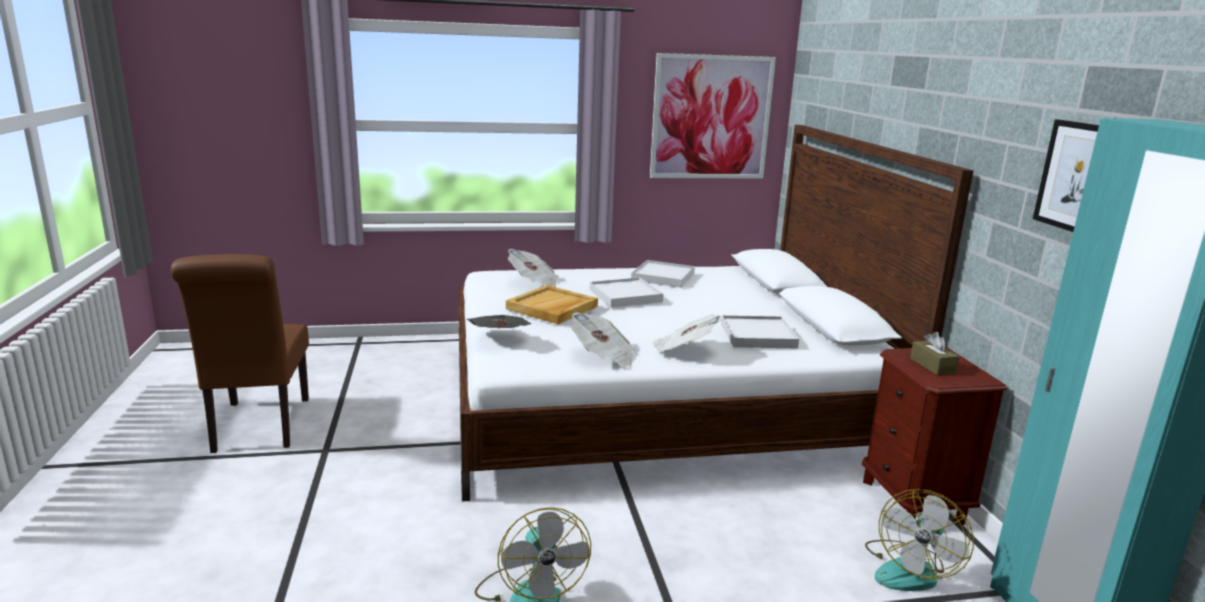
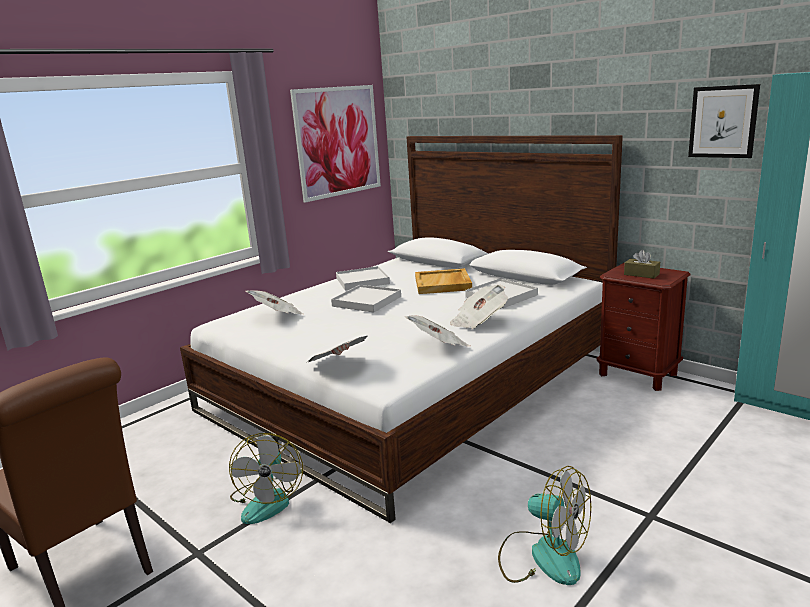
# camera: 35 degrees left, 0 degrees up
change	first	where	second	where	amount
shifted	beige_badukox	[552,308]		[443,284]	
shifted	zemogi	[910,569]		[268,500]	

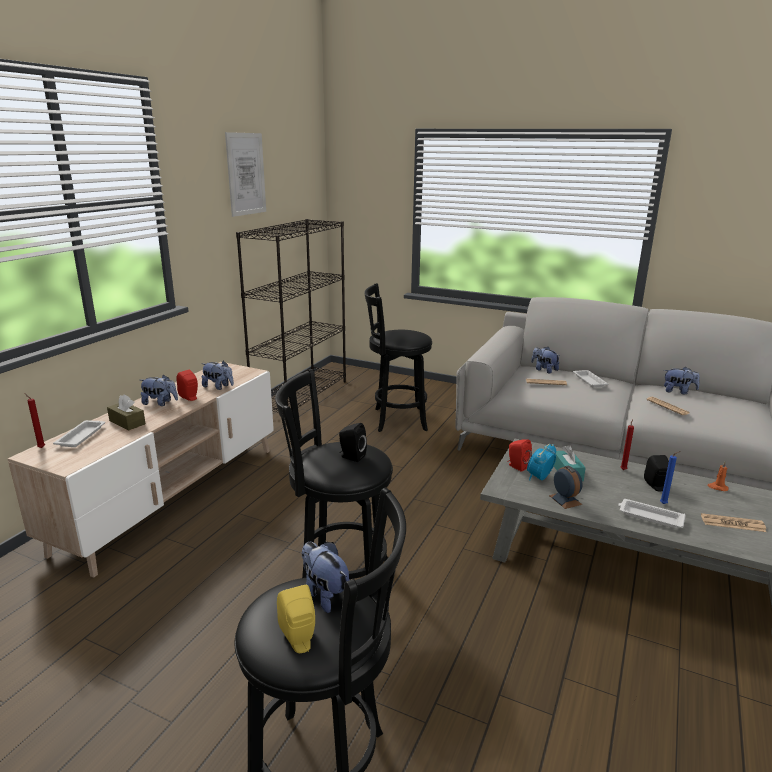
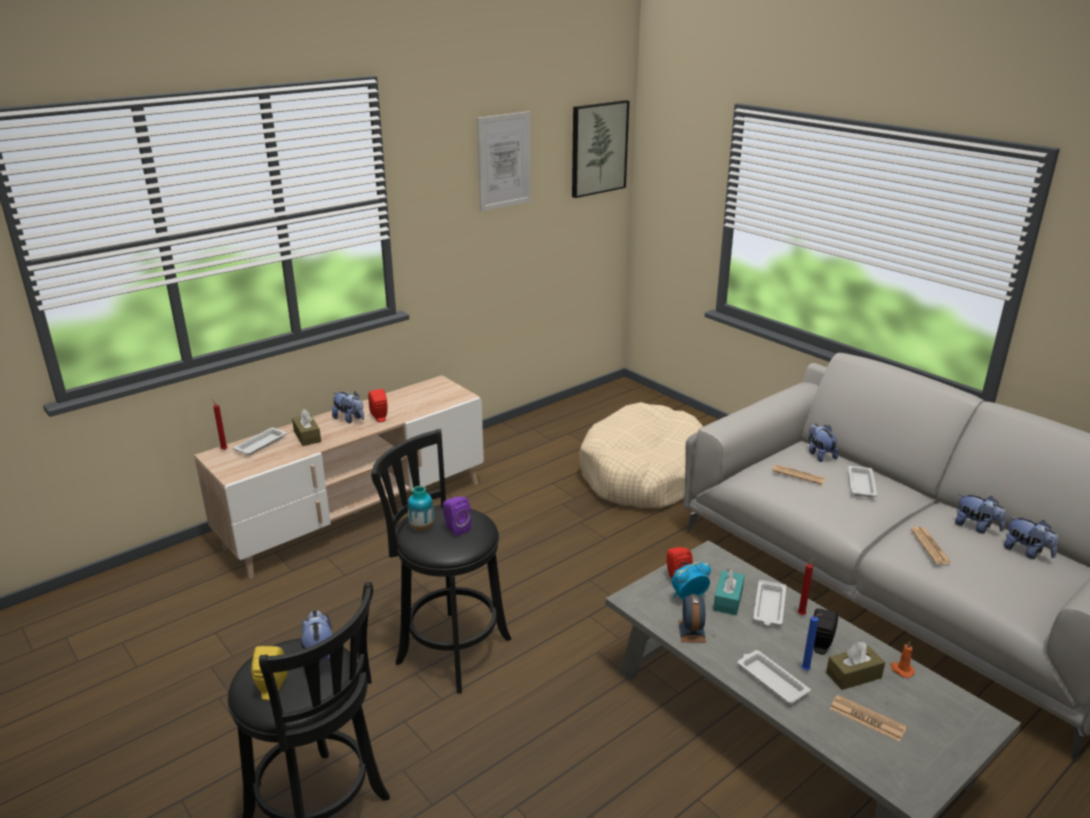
# camera: 25 degrees right, 5 degrees up
change	first	where	second	where	amount
shifted	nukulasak	[218,387]		[1026,552]	
gone	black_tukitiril	[301,395]			
repainted	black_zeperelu	[351,457]	purple_zeperelu	[456,528]	
swapped	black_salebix	[396,419]	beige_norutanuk	[644,474]	
new			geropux	[422,527]	
new			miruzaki	[598,148]	
new			white_badukox	[769,607]	
new			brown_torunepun	[853,675]	

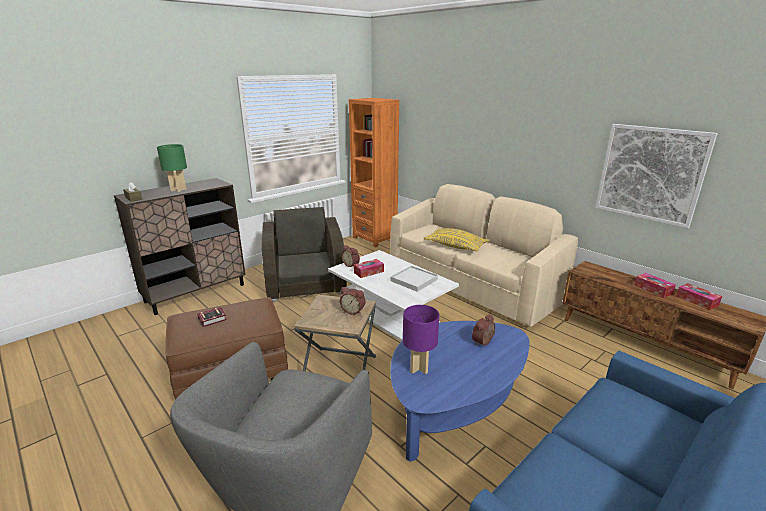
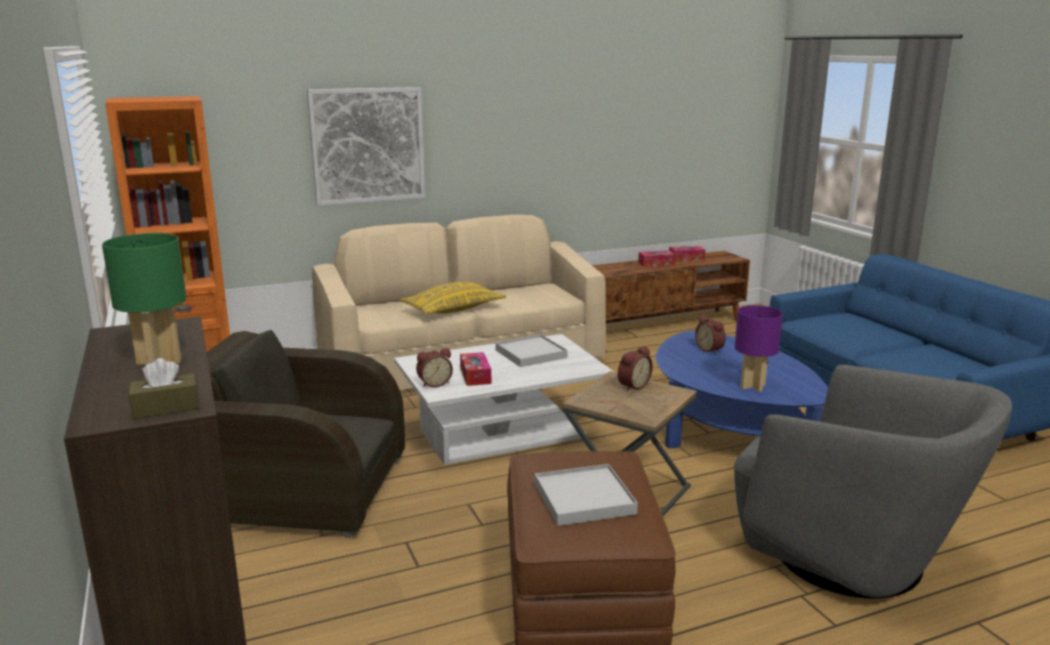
# camera: 70 degrees left, 5 degrees down
change	first	where	second	where	amount
swapped	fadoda	[214,319]	white_badukox	[584,498]	
shifted	miruzaki	[650,174]		[368,145]	

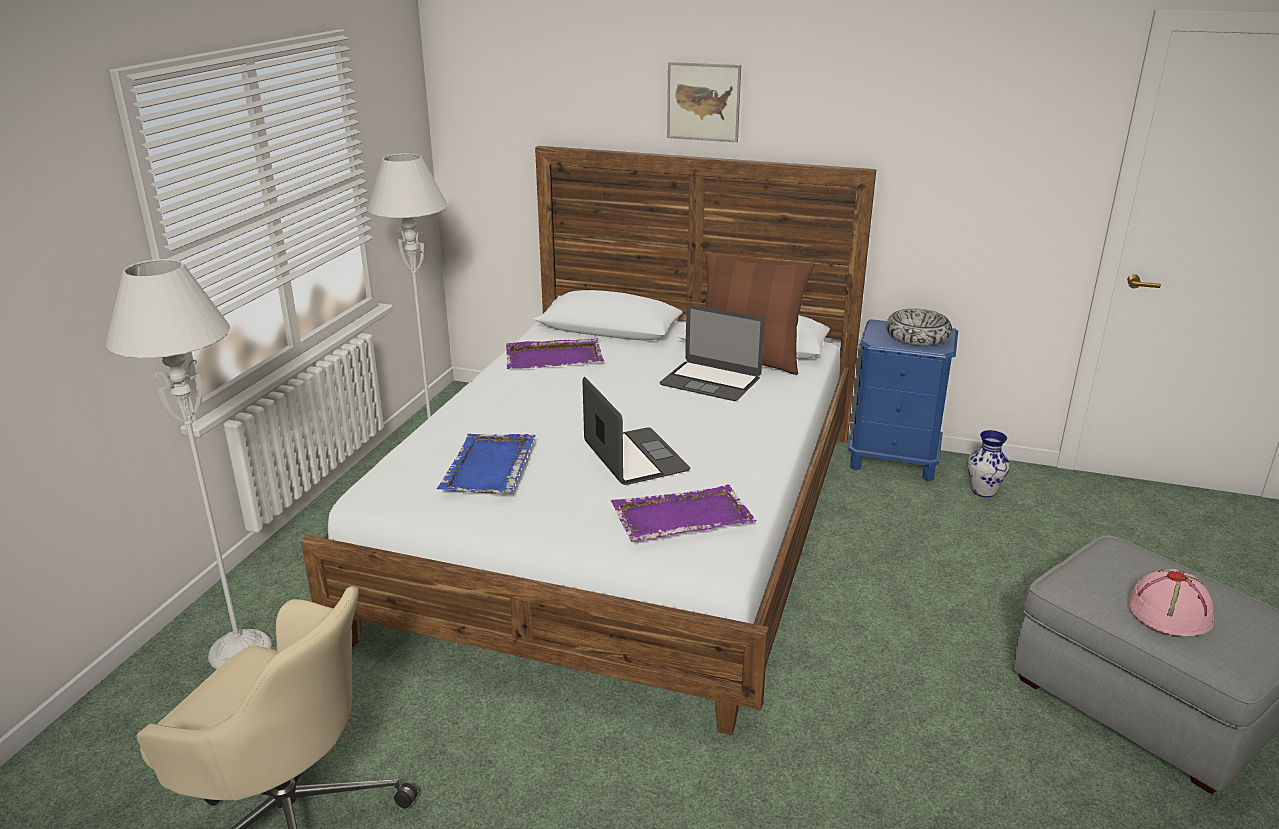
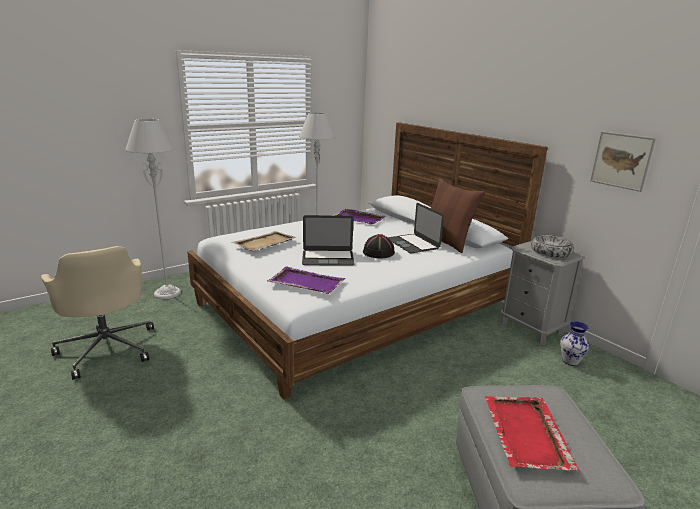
# camera: 35 degrees right, 5 degrees down
change	first	where	second	where	amount
repainted	blue_badukox	[488,467]	beige_badukox	[264,243]	
rotated	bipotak	[635,457]		[328,258]	75 degrees clockwise
shifted	miruzaki	[703,102]		[621,160]	
repainted	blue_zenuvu	[893,461]	grey_zenuvu	[531,329]	
swapped	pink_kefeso	[1169,612]	red_badukox	[526,434]	
new			black_kefeso	[378,253]	

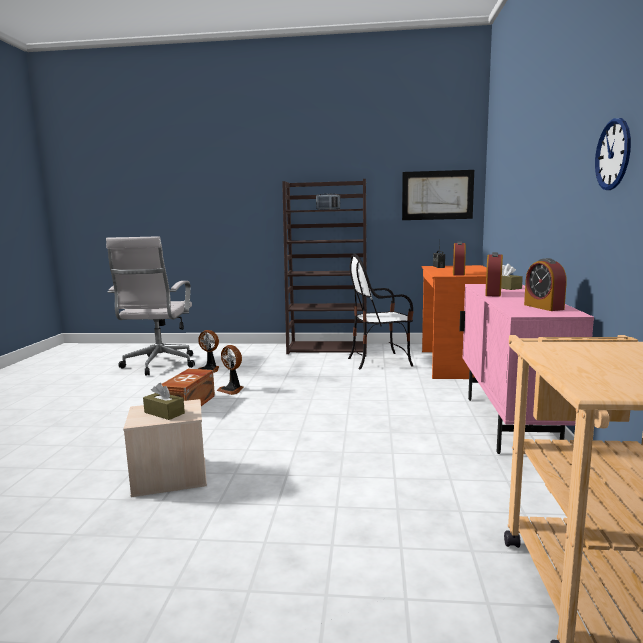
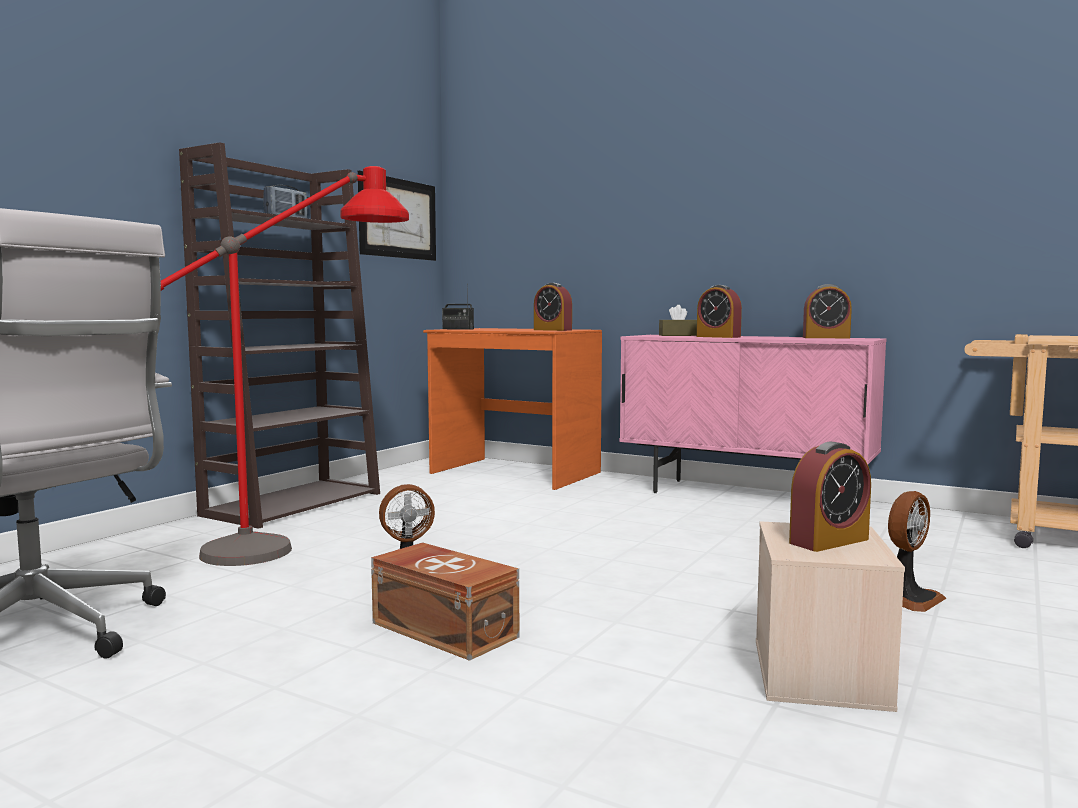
# camera: 65 degrees left, 5 degrees down
change	first	where	second	where	amount
swapped	brown_torunepun	[164,413]	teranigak	[829,541]	
shifted	zemogi	[210,369]		[909,599]	
gone	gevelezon	[380,361]			
gone	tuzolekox	[613,154]			
new			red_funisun	[305,540]	

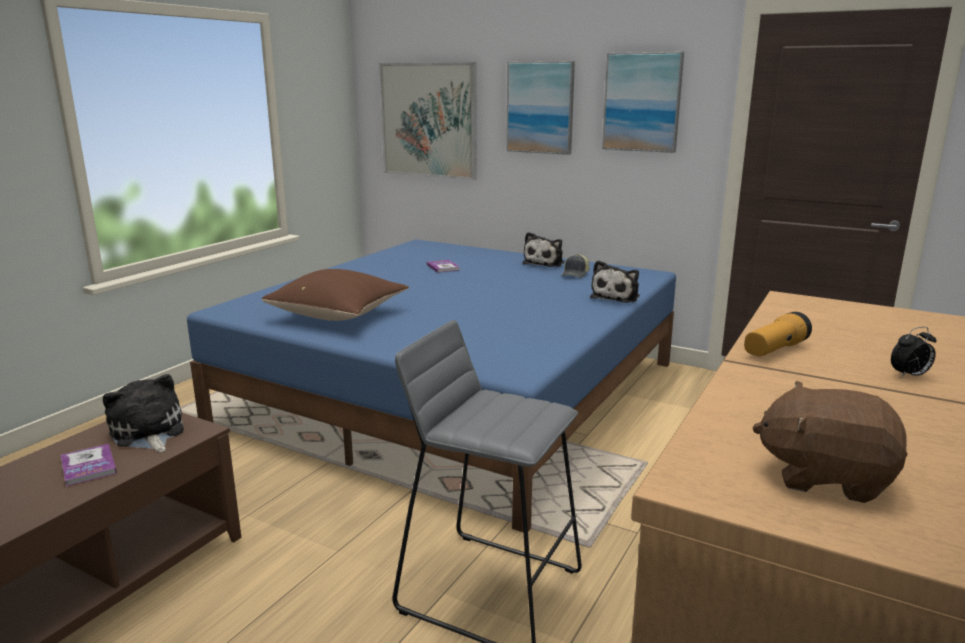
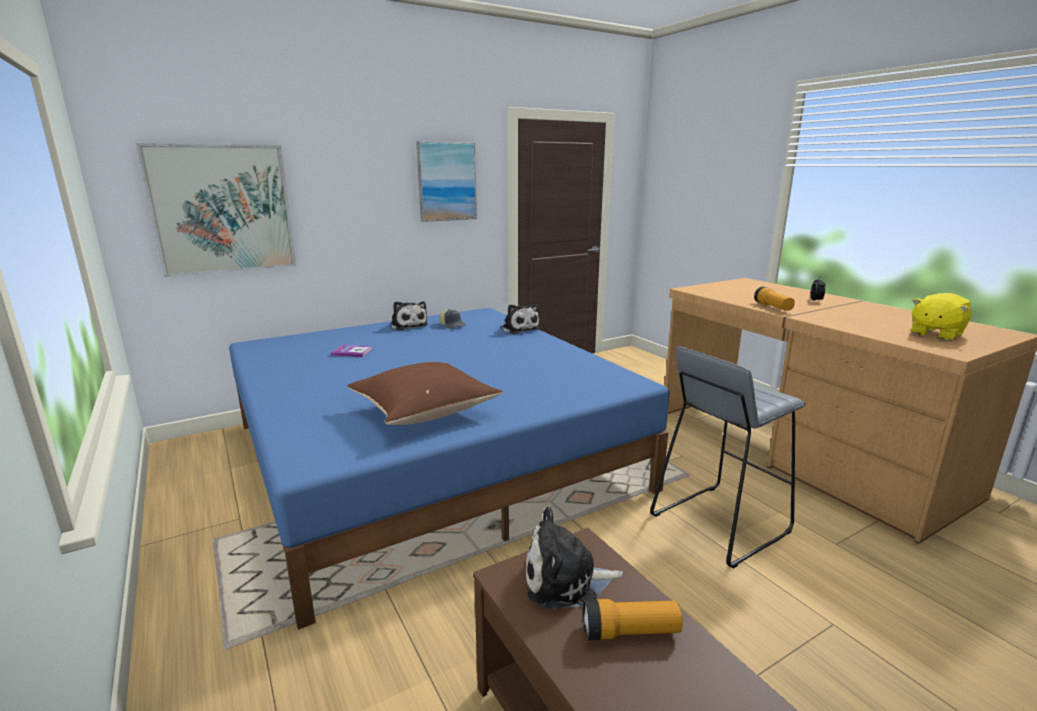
# camera: 60 degrees left, 0 degrees up
change	first	where	second	where	amount
swapped	fadoda	[88,466]	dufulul	[630,632]	
gone	miruzaki	[540,107]			
repainted	brown_nukulasak	[825,476]	yellow_nukulasak	[935,334]	

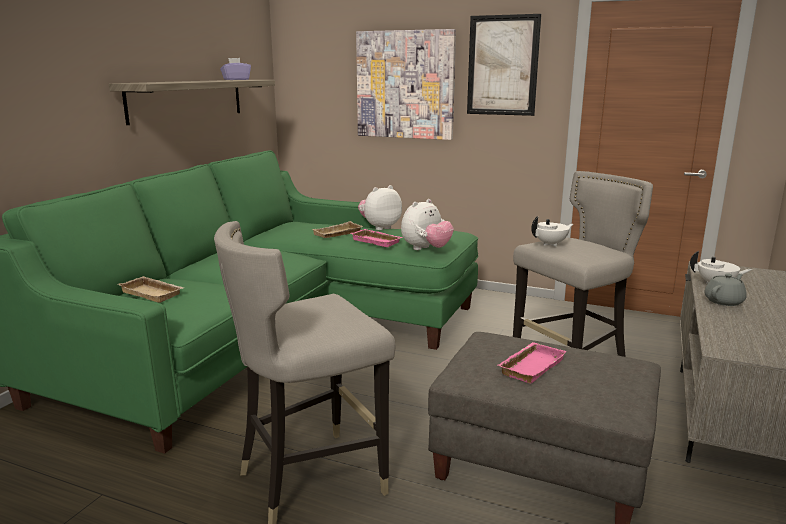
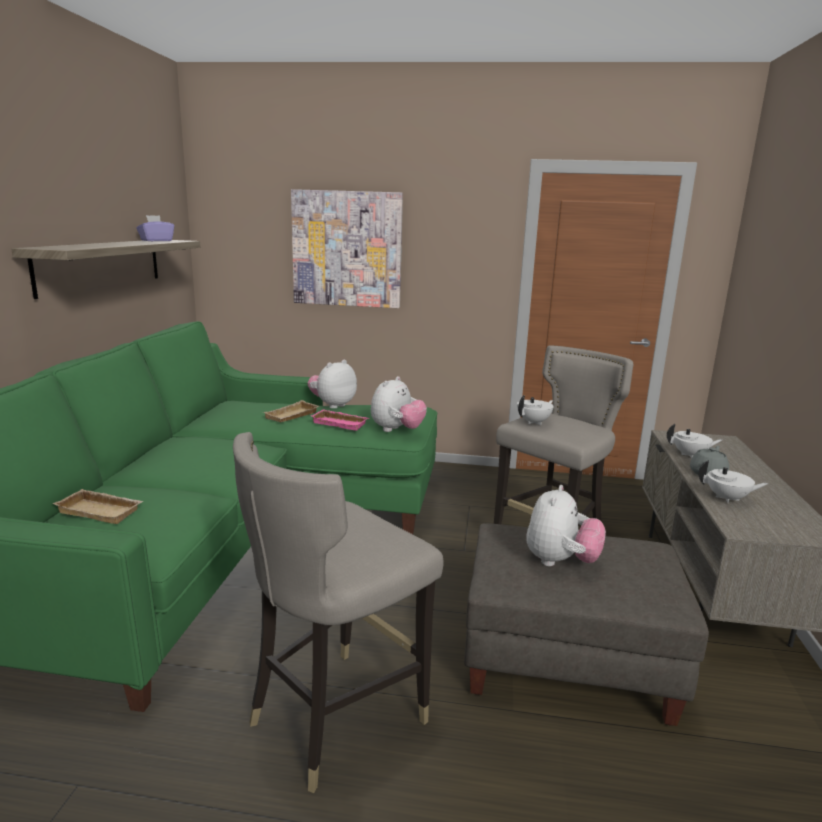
# camera: 15 degrees left, 0 degrees up
change	first	where	second	where	amount
gone	miruzaki	[502,65]			
swapped	pink_badukox	[530,366]	nukulasak	[560,562]	
new			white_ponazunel	[727,498]	

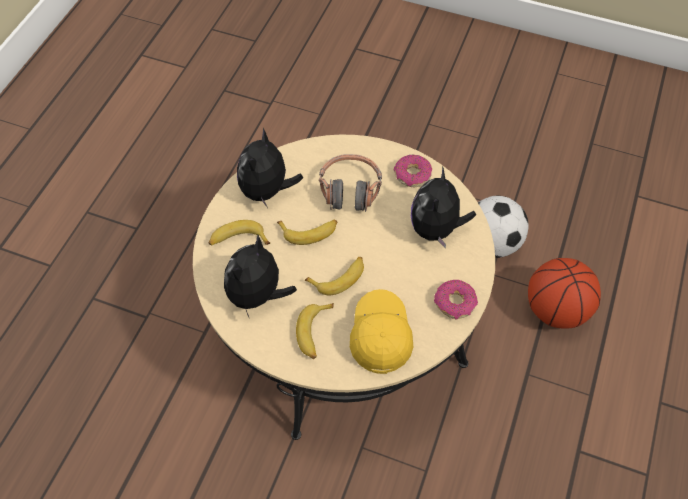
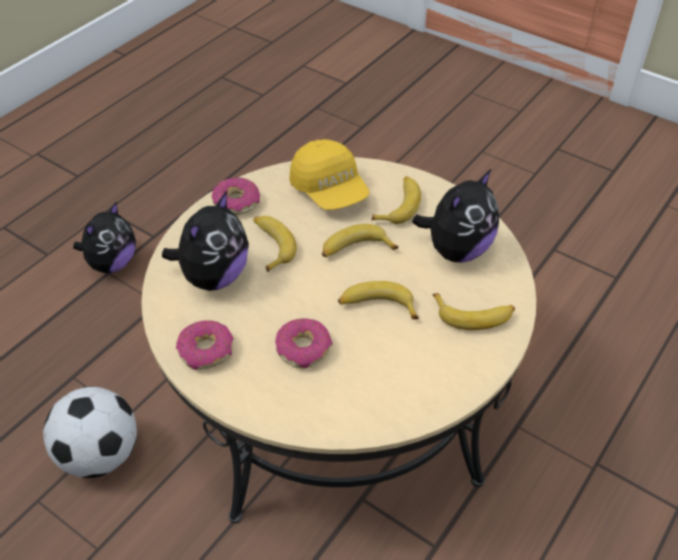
# camera: 165 degrees left, 10 degrees down
change	first	where	second	where	amount
shifted	nukulasak	[267,191]		[112,263]	
swapped	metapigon	[350,190]	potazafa	[303,349]	
rotated	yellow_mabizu	[380,336]		[330,190]	45 degrees counterclockwise
gone	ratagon	[555,310]			
new			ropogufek	[271,246]	

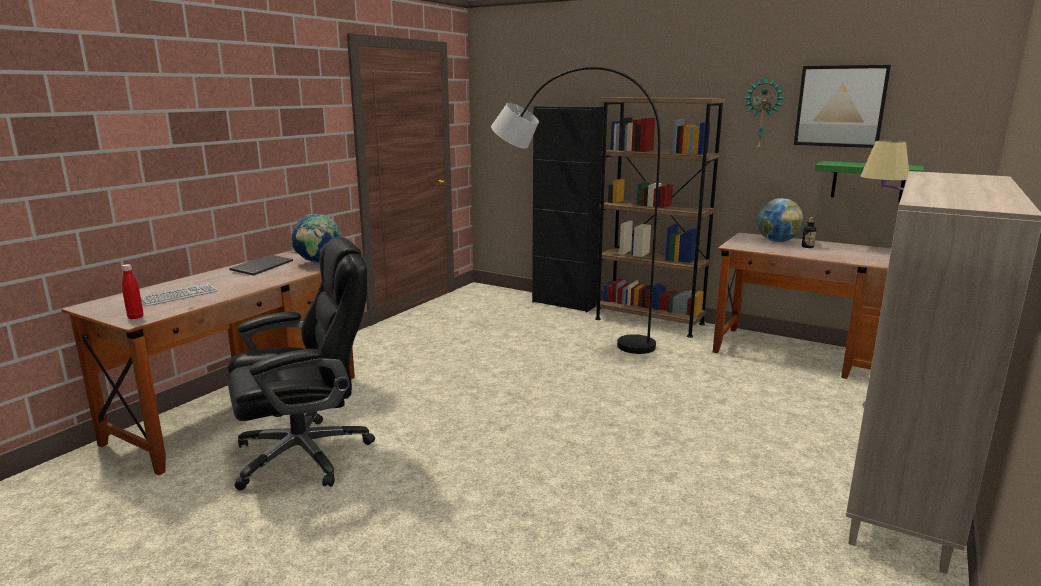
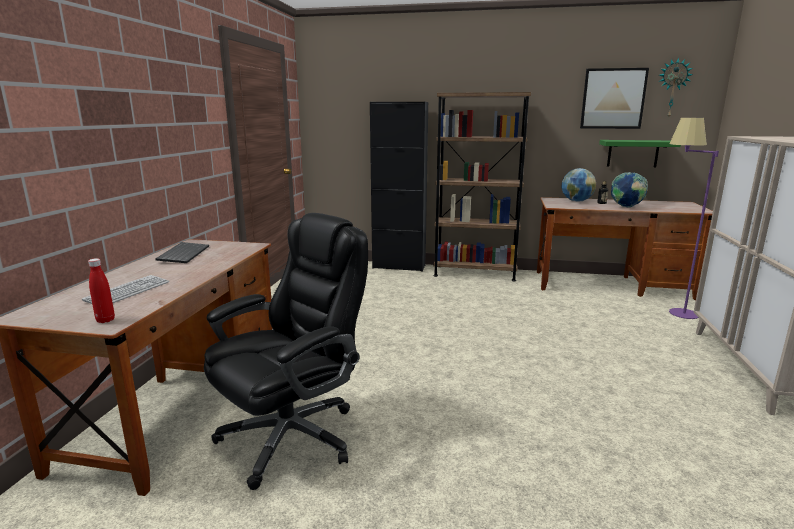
# camera: 20 degrees left, 0 degrees up
change	first	where	second	where	amount
shifted	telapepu	[318,263]		[626,207]	
gone	black_funisun	[567,337]			
shifted	tuzolekox	[763,114]		[672,88]	

